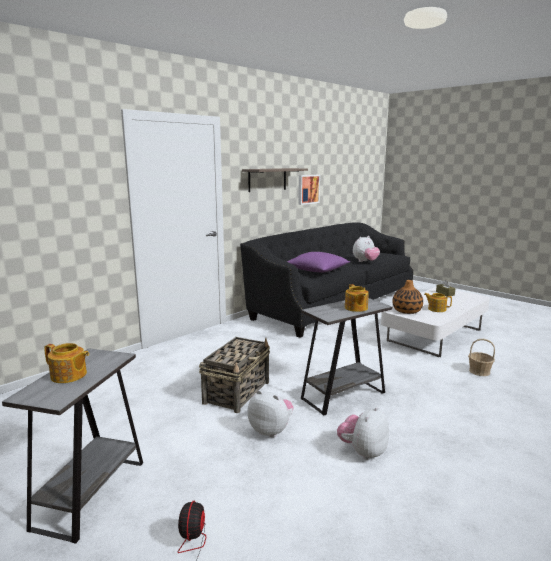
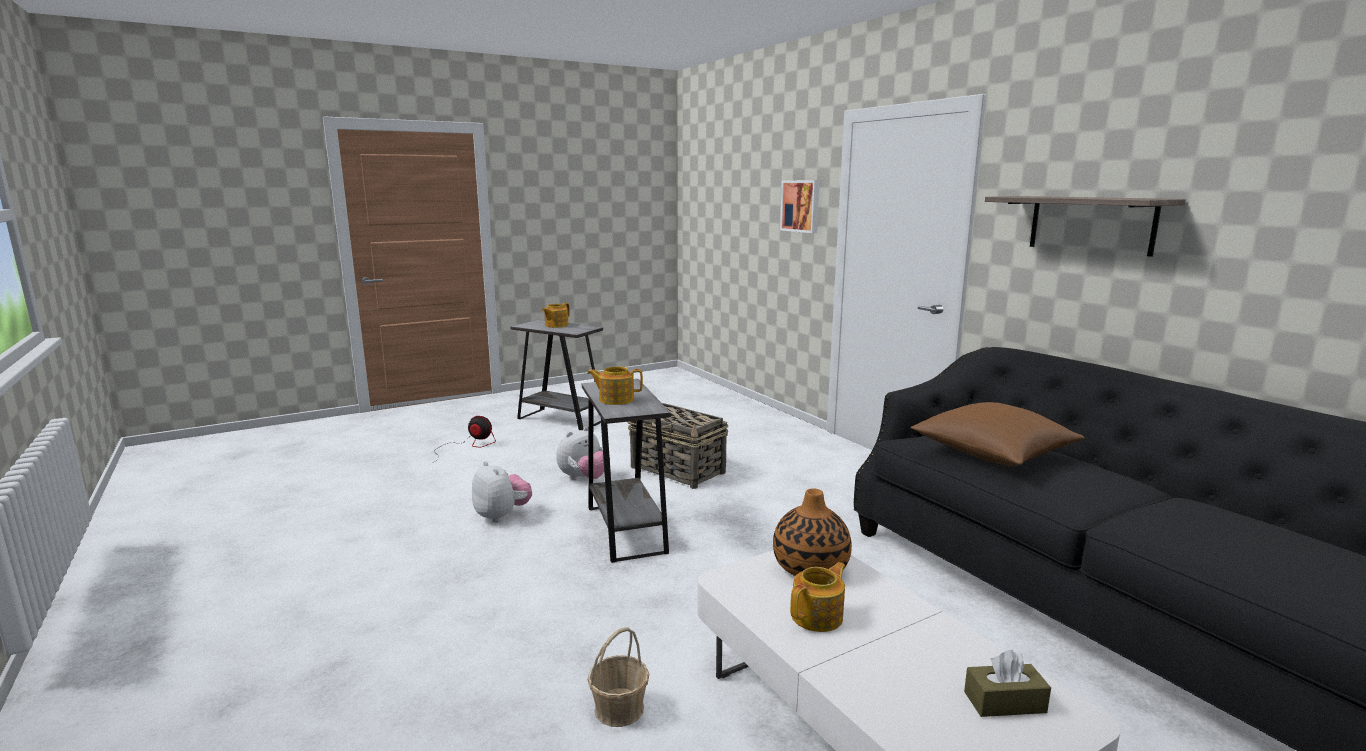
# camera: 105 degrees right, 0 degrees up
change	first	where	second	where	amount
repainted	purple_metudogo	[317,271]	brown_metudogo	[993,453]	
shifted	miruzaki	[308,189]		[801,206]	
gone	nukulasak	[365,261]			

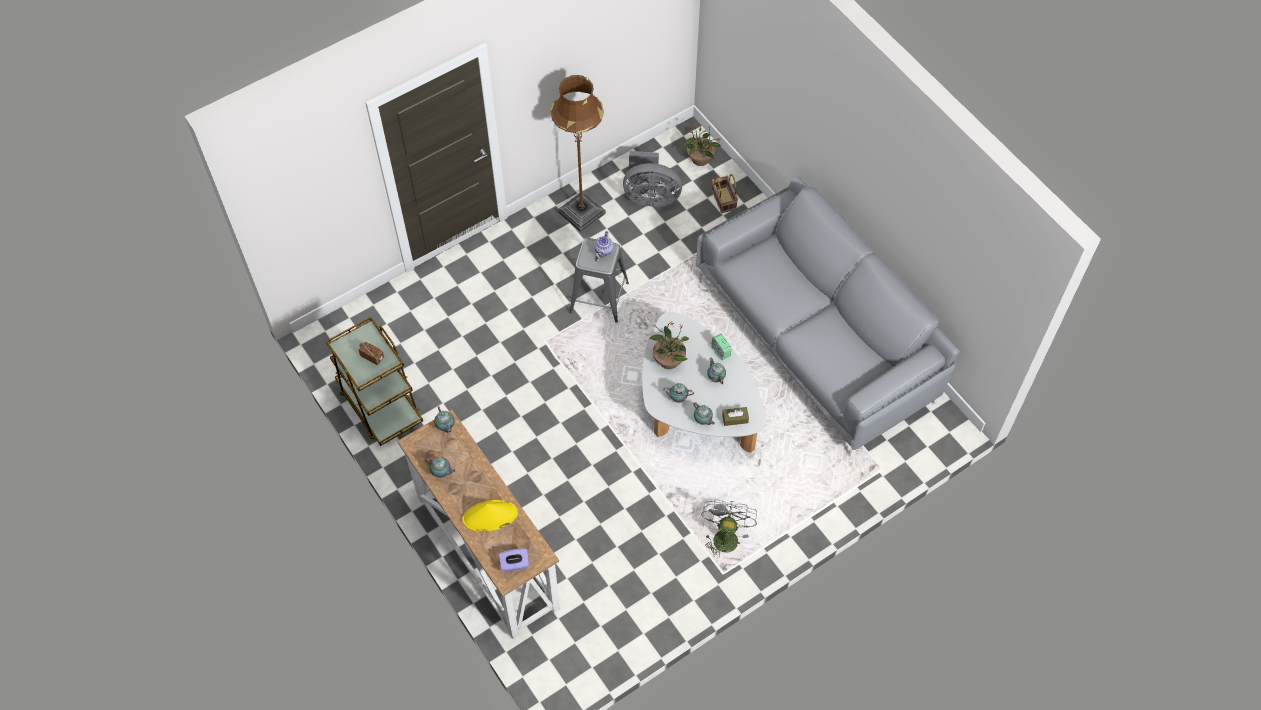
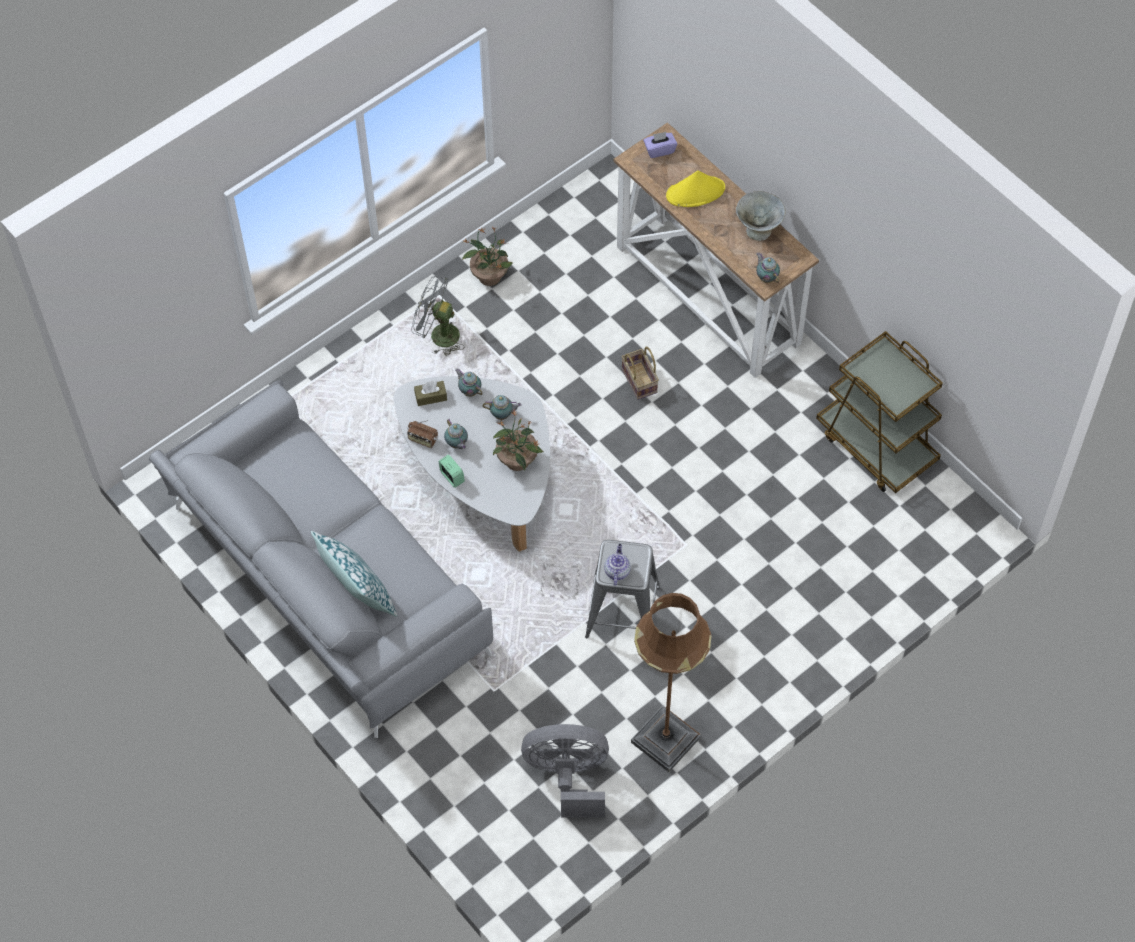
# camera: 175 degrees right, 0 degrees up
change	first	where	second	where	amount
shifted	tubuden	[372,357]		[422,440]	
swapped	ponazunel	[442,473]	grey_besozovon	[758,230]	
shifted	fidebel	[700,159]		[489,275]	
rotated	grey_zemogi	[725,535]		[438,335]	105 degrees clockwise
shifted	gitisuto	[723,199]		[640,381]	
new			metudogo	[358,593]	

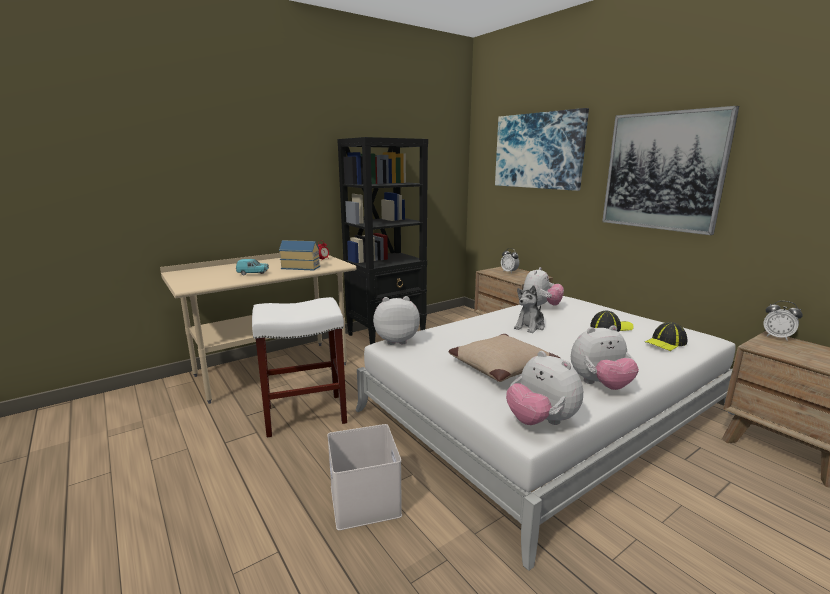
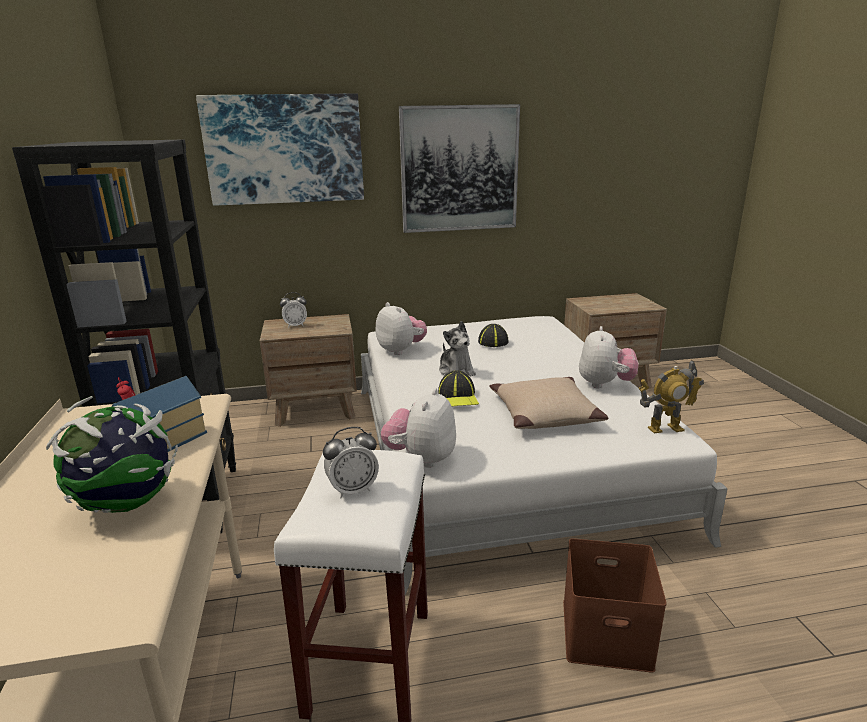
# camera: 65 degrees left, 5 degrees up
change	first	where	second	where	amount
swapped	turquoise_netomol	[253,273]	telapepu	[127,504]	
repainted	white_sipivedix	[363,499]	brown_sipivedix	[604,634]	
swapped	nukulasak	[541,421]	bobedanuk	[665,428]	
shifted	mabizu	[665,342]		[458,396]	
shifted	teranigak	[777,337]		[353,490]	

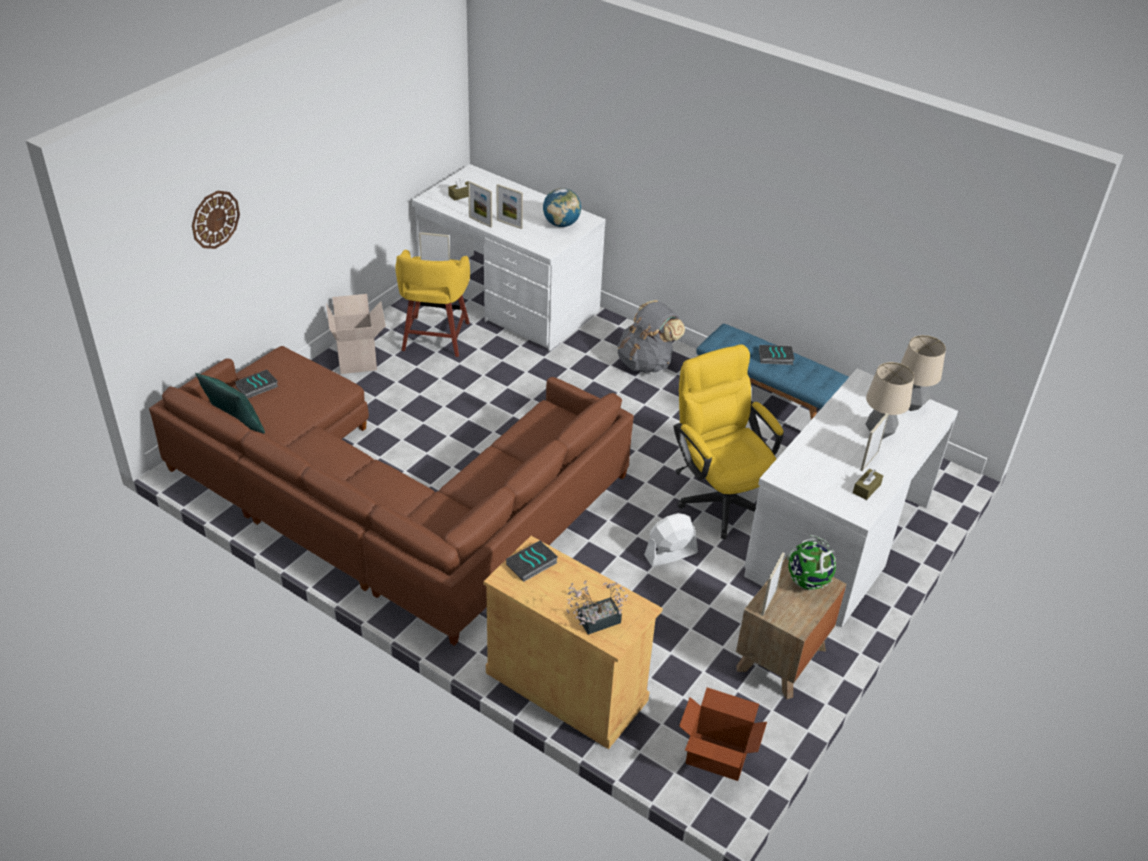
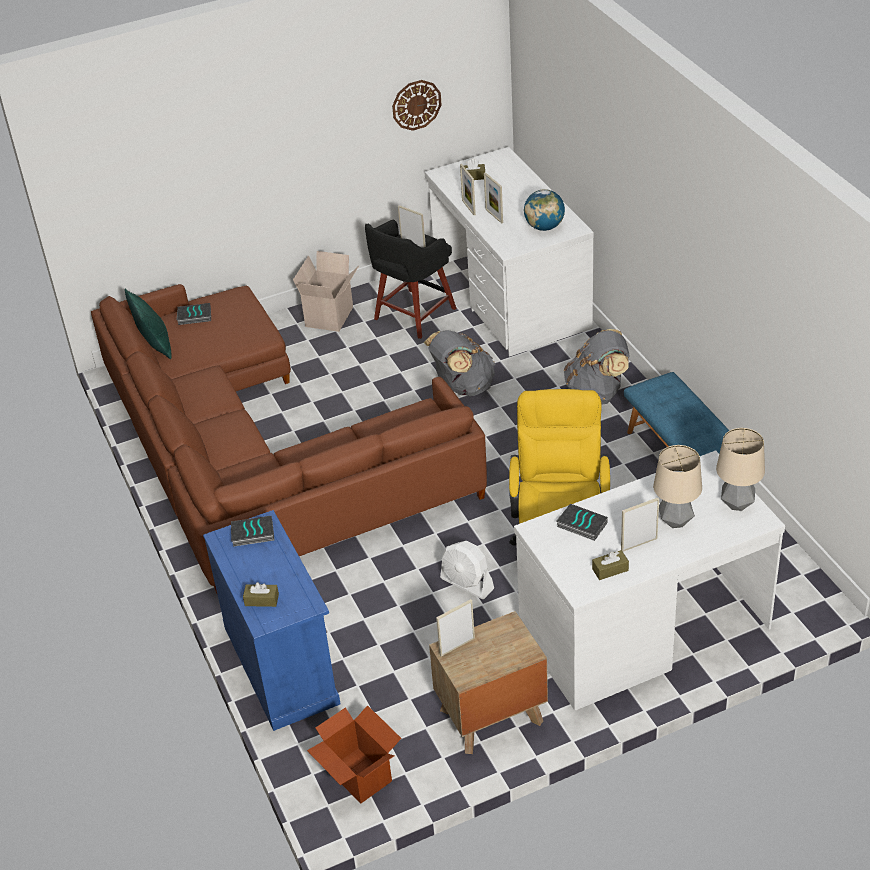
# camera: 35 degrees right, 0 degrees up
change	first	where	second	where	amount
shifted	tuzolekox	[215,219]		[416,104]	
repainted	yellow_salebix	[435,338]	black_salebix	[413,315]	
repainted	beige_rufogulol	[567,686]	blue_rufogulol	[281,665]	
swapped	fidebel	[594,621]	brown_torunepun	[261,600]	
rotated	white_zemogi	[670,554]		[467,584]	150 degrees counterclockwise
shifted	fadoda	[775,357]		[581,525]	
gone	telapepu	[807,581]			
new			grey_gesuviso	[462,386]	

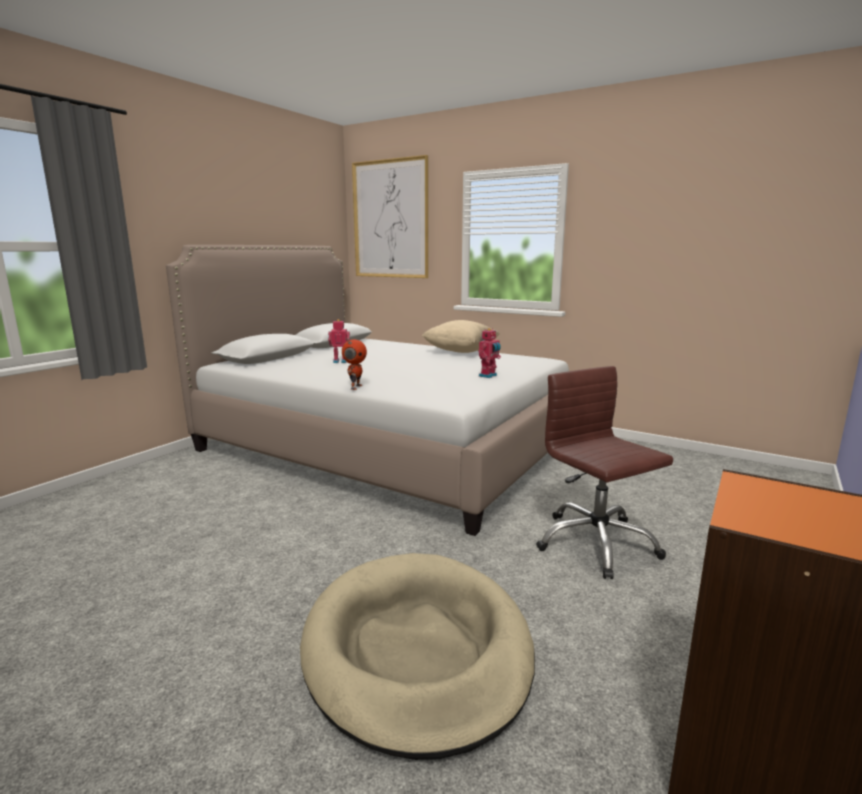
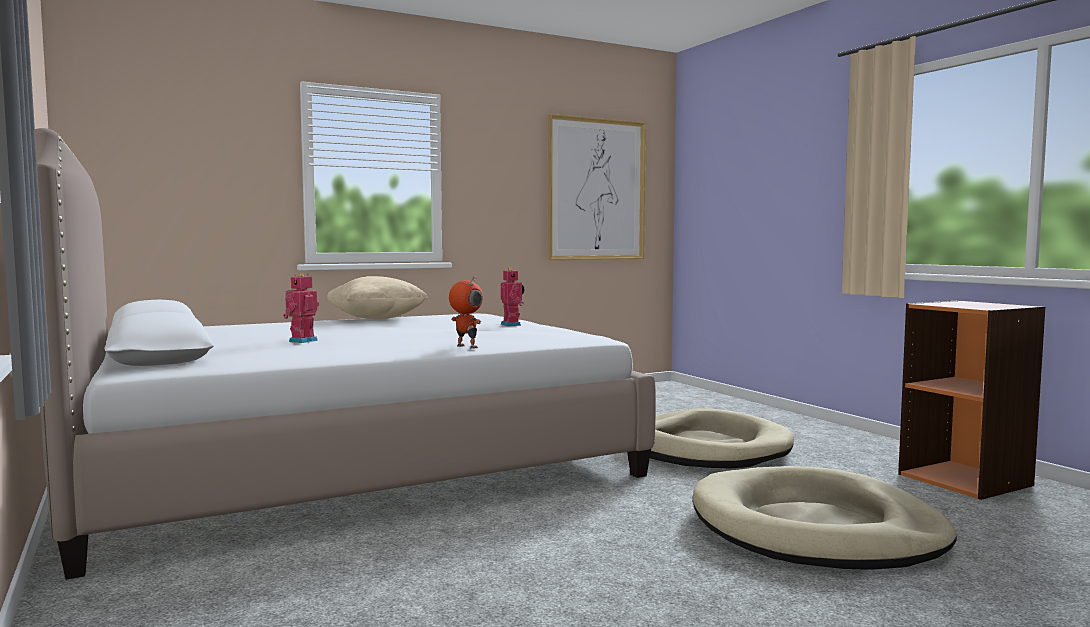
# camera: 60 degrees left, 10 degrees down
change	first	where	second	where	amount
shifted	miruzaki	[390,219]		[596,189]	
swapped	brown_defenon	[596,543]	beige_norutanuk	[702,448]	

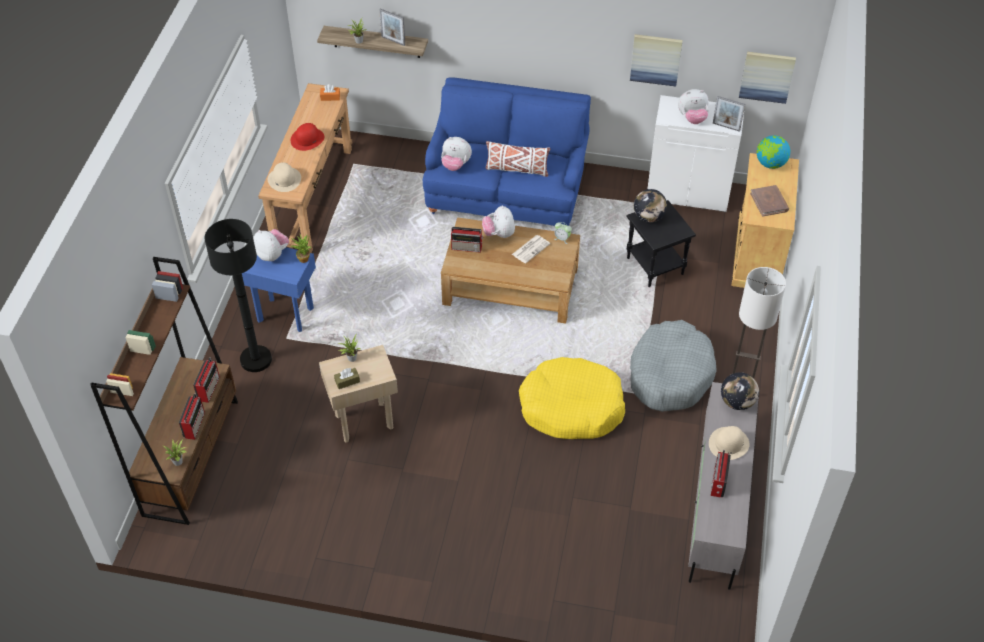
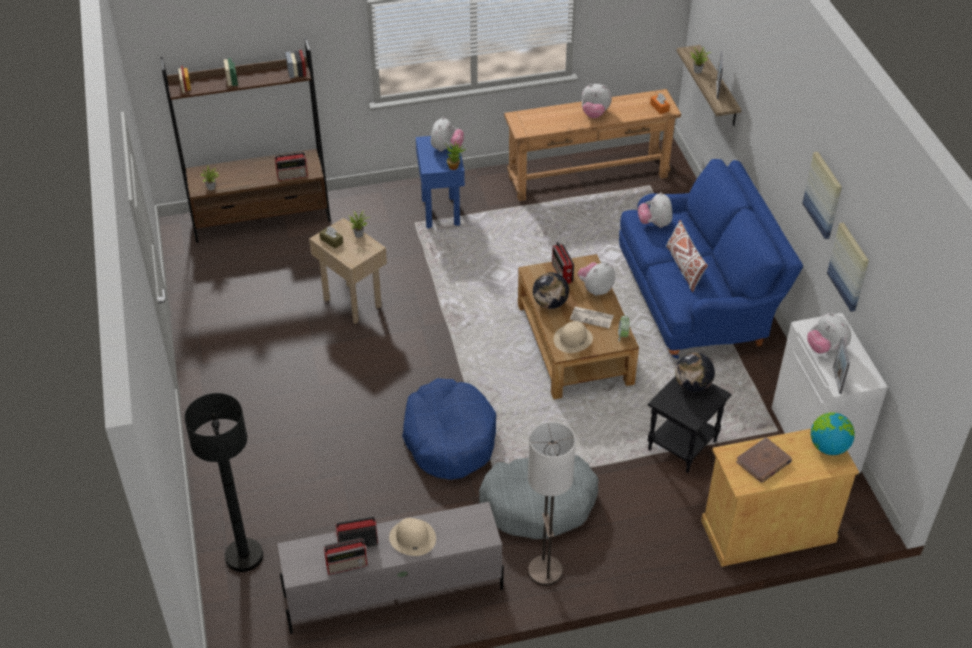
# camera: 65 degrees right, 5 degrees down
change	first	where	second	where	amount
shifted	tubuden	[194,424]		[347,564]	
shifted	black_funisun	[256,359]		[244,556]	
shifted	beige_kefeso	[284,179]		[573,339]	
swapped	red_kefeso	[307,139]	nukulasak	[594,114]	
repainted	yellow_norutanuk	[571,407]	blue_norutanuk	[449,438]	
shifted	telapepu	[737,402]		[550,303]	
shifted	miruzaki	[766,76]		[823,195]	

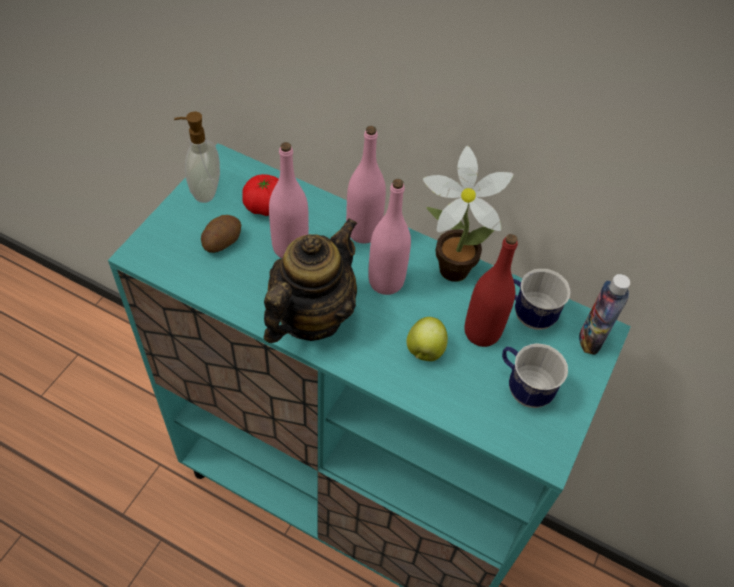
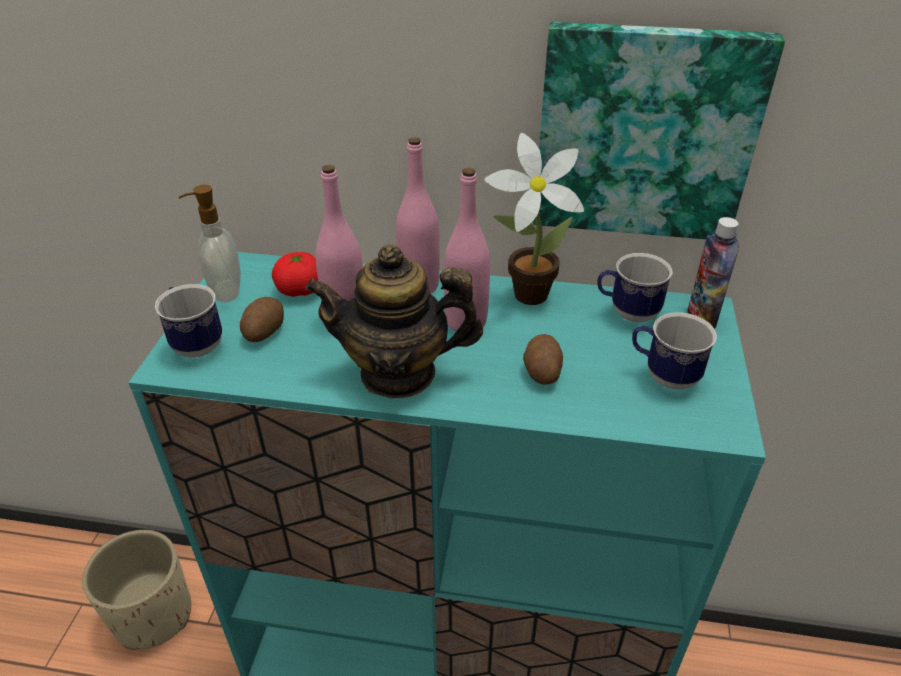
# camera: 15 degrees left, 15 degrees down
change	first	where	second	where	amount
rotated	ponazunel	[310,316]		[398,373]	105 degrees counterclockwise
swapped	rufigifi	[424,351]	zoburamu	[541,371]	
gone	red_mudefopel	[482,332]			
new			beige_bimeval	[153,614]	
new			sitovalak	[195,342]	
new			miruzaki	[644,133]	

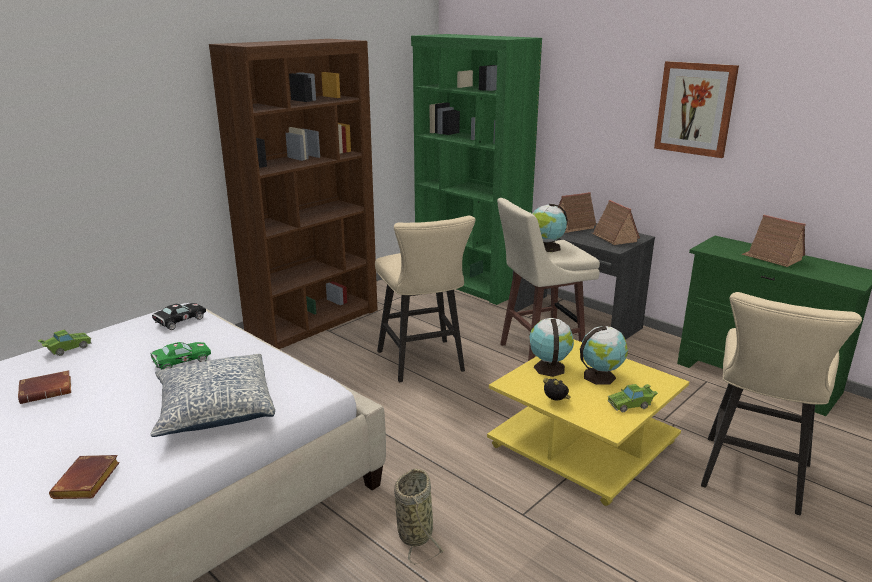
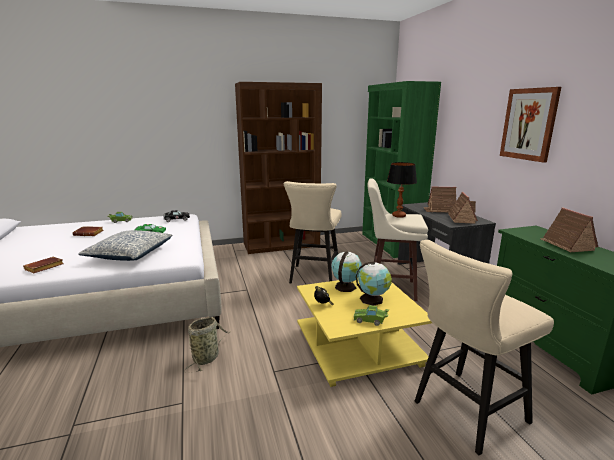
# camera: 30 degrees right, 5 degrees down
change	first	where	second	where	amount
swapped	telapepu	[546,248]	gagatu	[398,216]	

